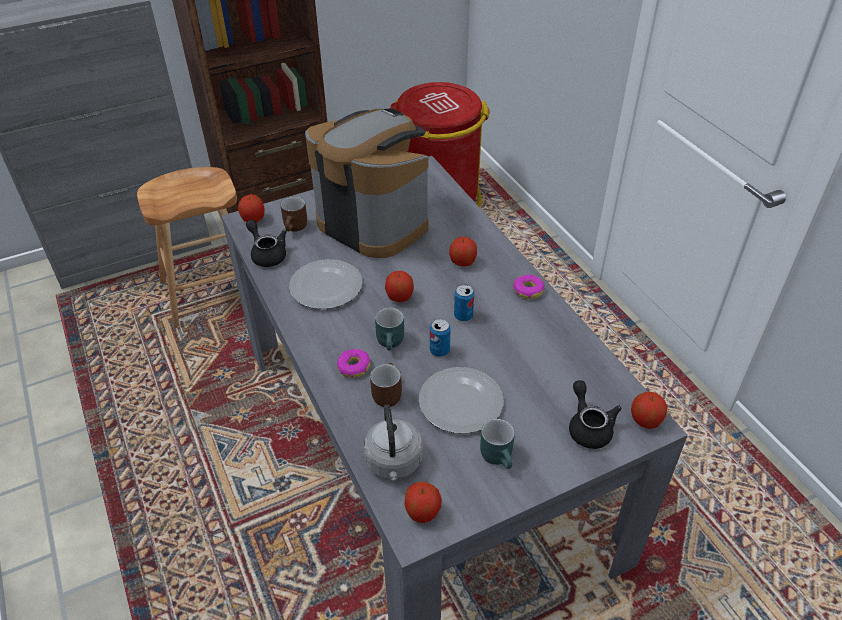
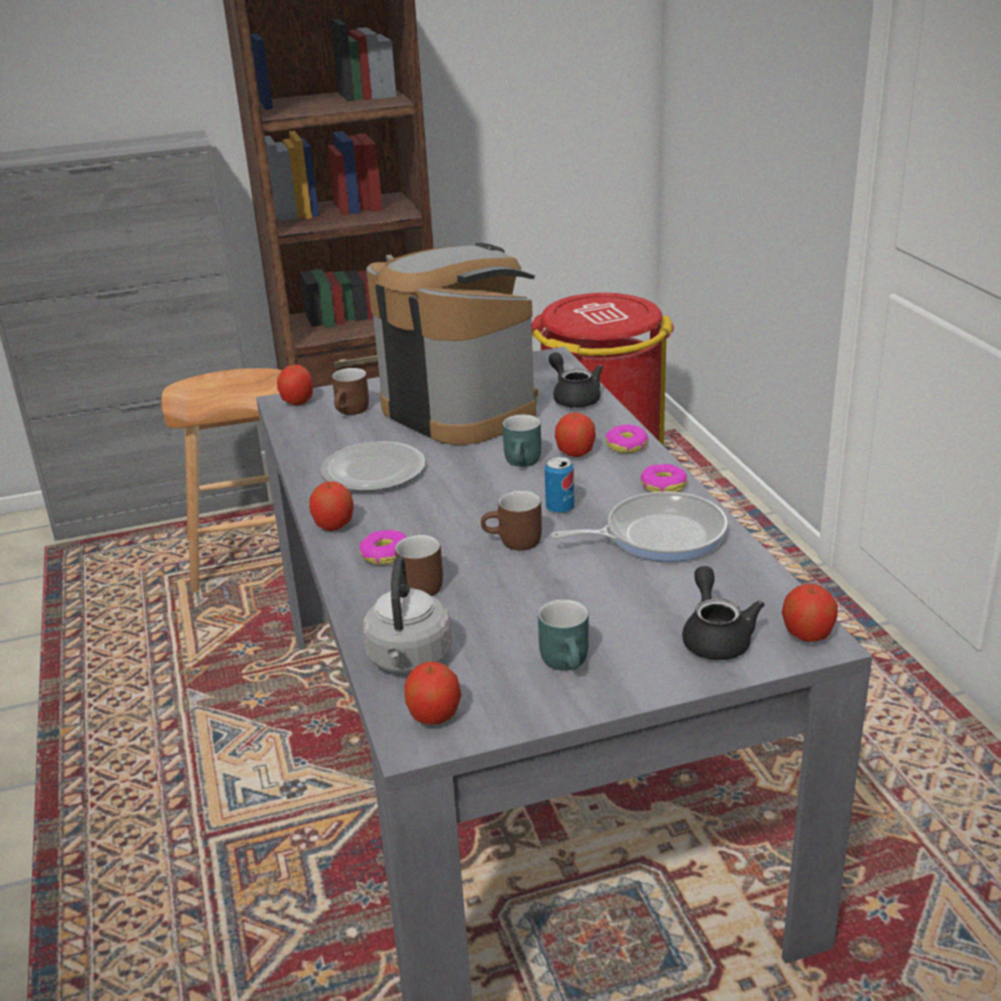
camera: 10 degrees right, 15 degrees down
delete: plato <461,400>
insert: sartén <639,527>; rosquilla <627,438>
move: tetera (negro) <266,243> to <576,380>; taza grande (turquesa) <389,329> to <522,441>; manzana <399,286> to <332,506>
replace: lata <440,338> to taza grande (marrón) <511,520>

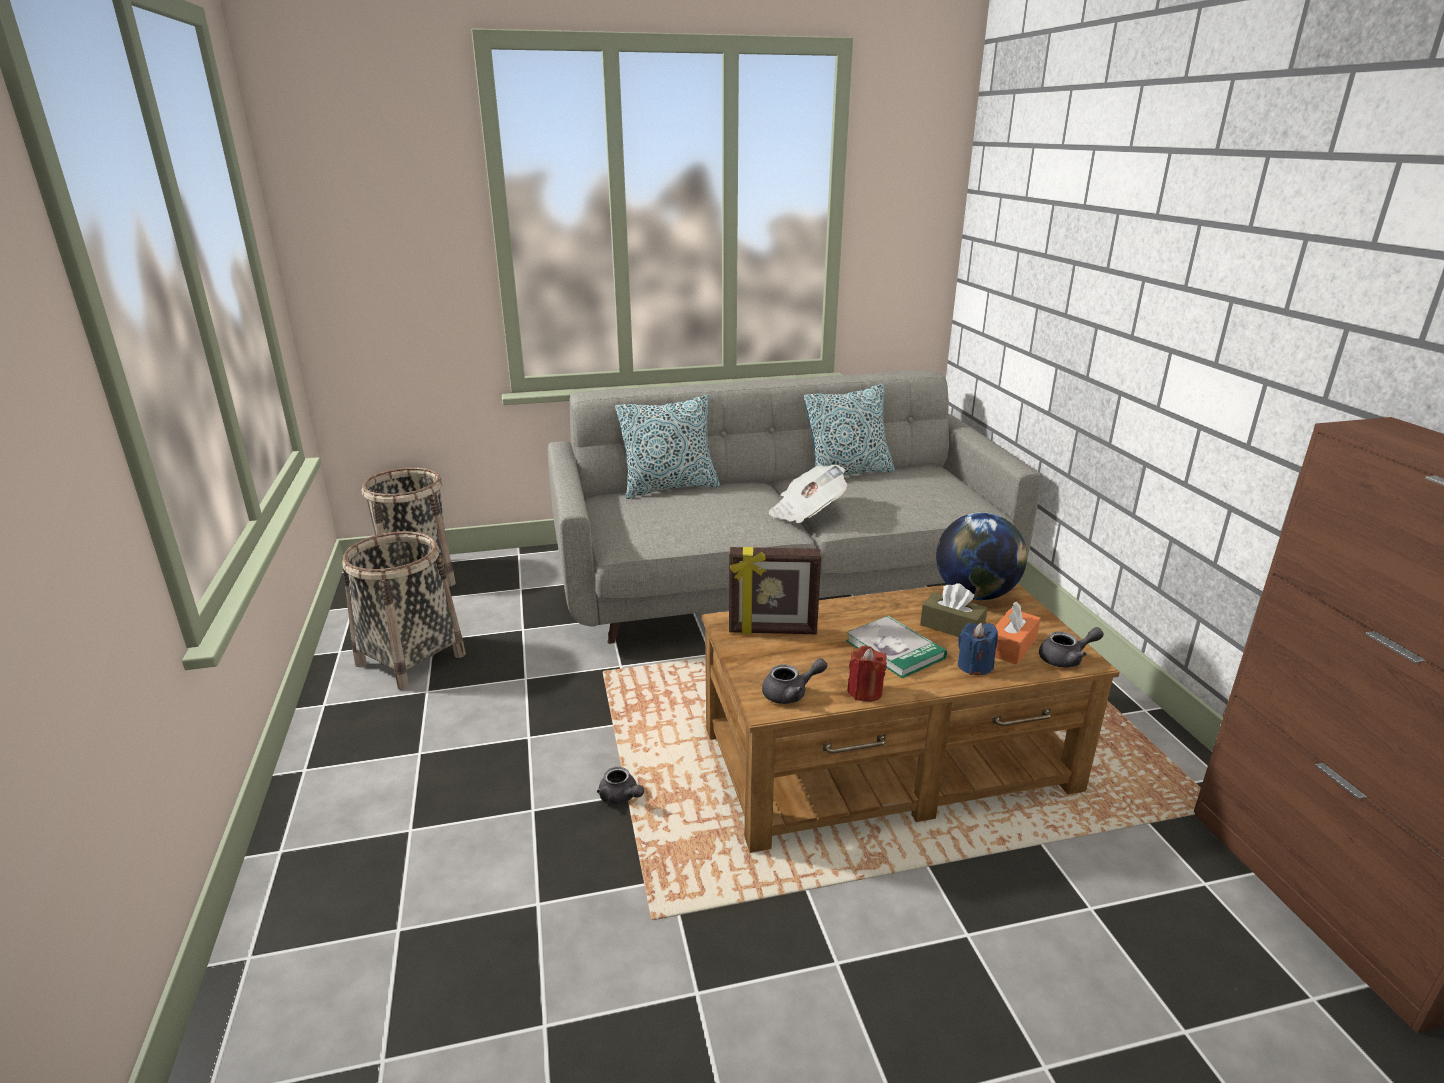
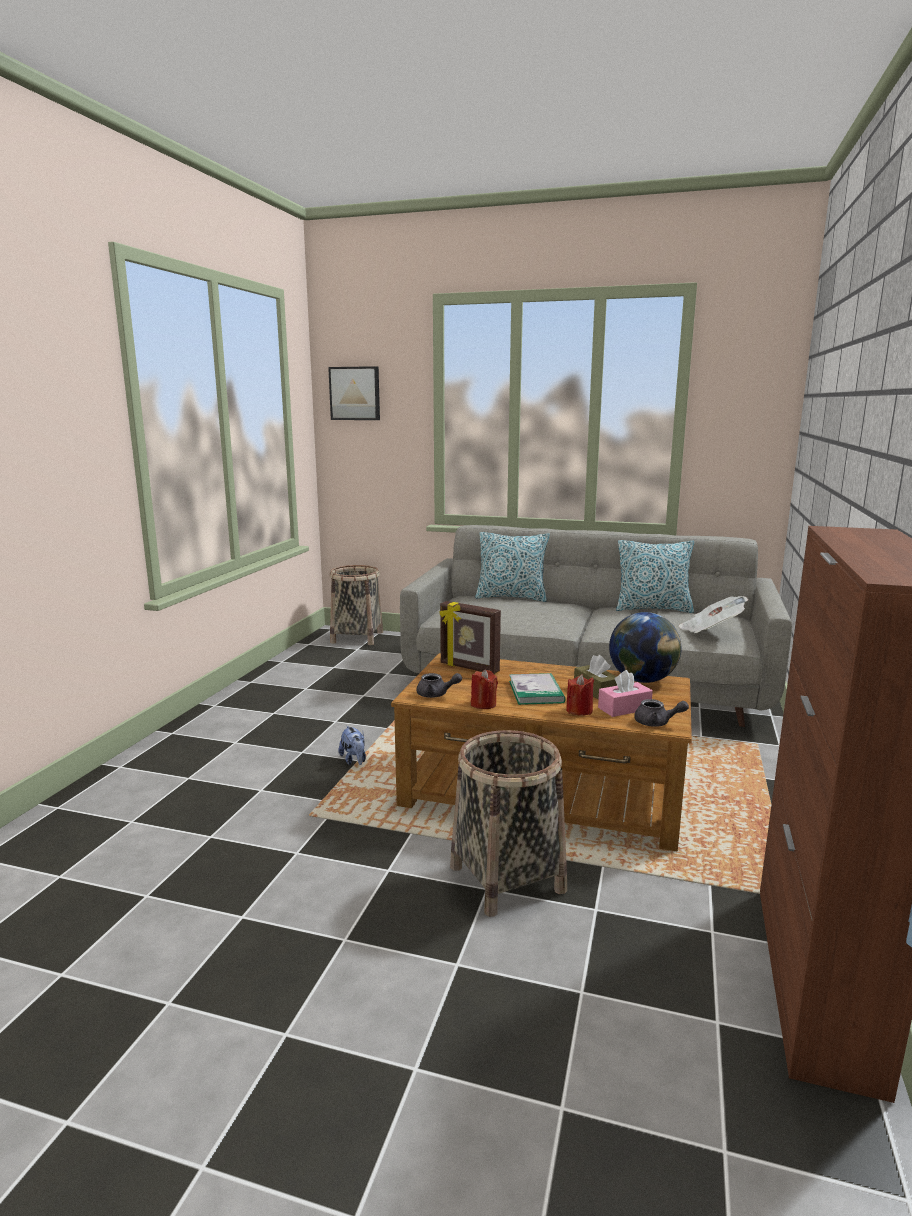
camera: 30 degrees right, 10 degrees down
insert: cuadro <354,393>
move: cesta <404,610> to <508,823>; periódico <808,494> to <713,614>
replace: tetera (gris) <620,785> to peluche <352,745>
recolor: vela (azul) <978,649> to vela (rojo) <580,695>; caja de pañuelos (naranja) <1018,633> to caja de pañuelos (rosa) <625,693>

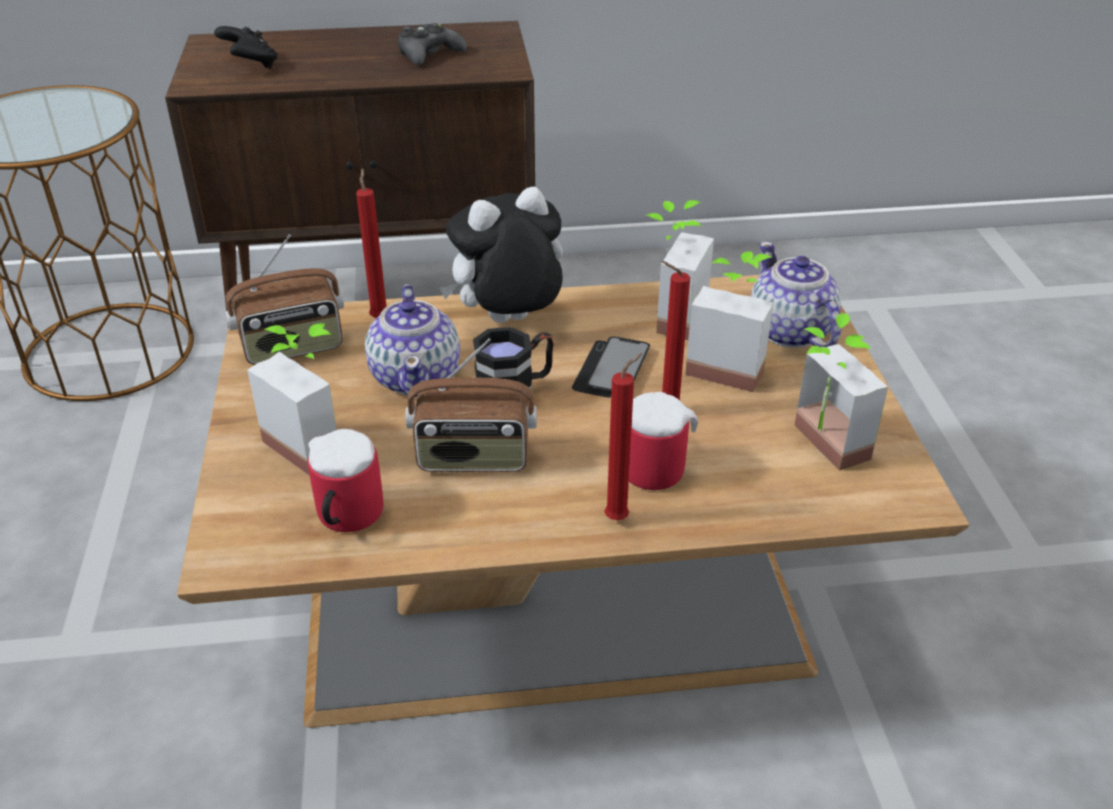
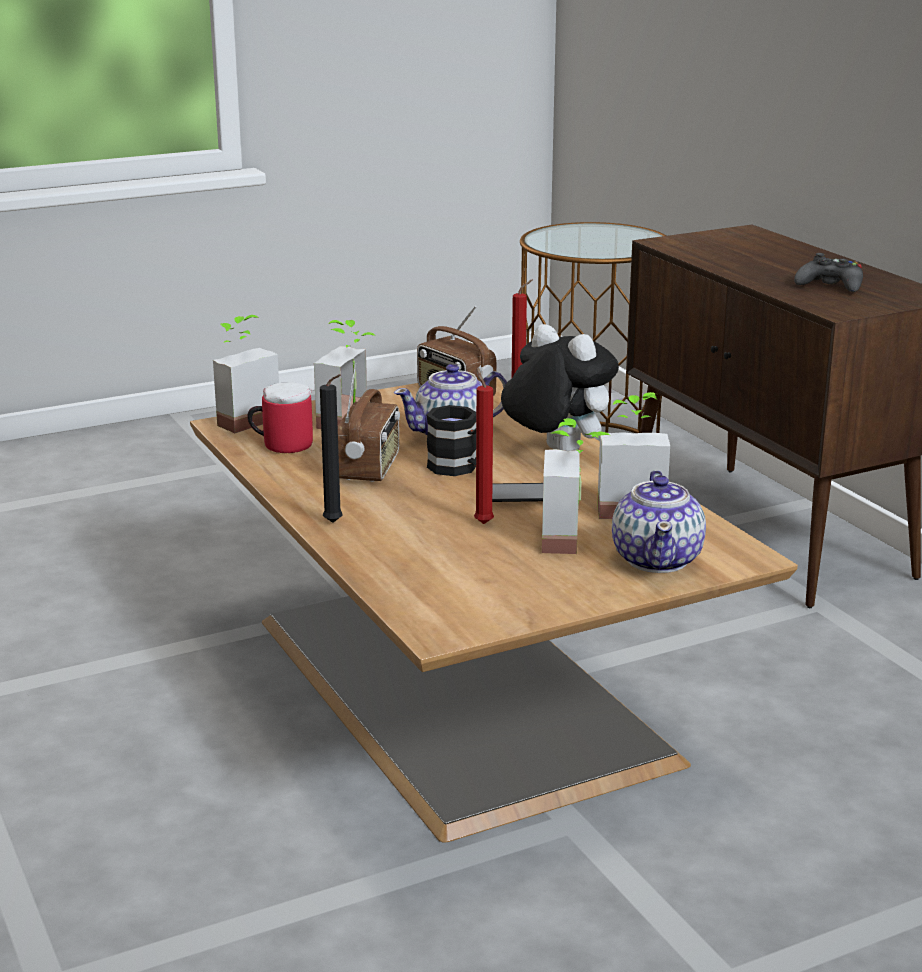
camera: 70 degrees right, 15 degrees down
delete: mando de consola (negro) <246,47>; taza grande <663,441>
move: planta en maceta <841,392> to <246,374>
recolor: vela (rojo) <623,436> to vela (negro) <331,448>
rotate: radio <471,405> = <369,422> 150 degrees counterclockwise; tetera <795,295> = <659,521> 135 degrees clockwise

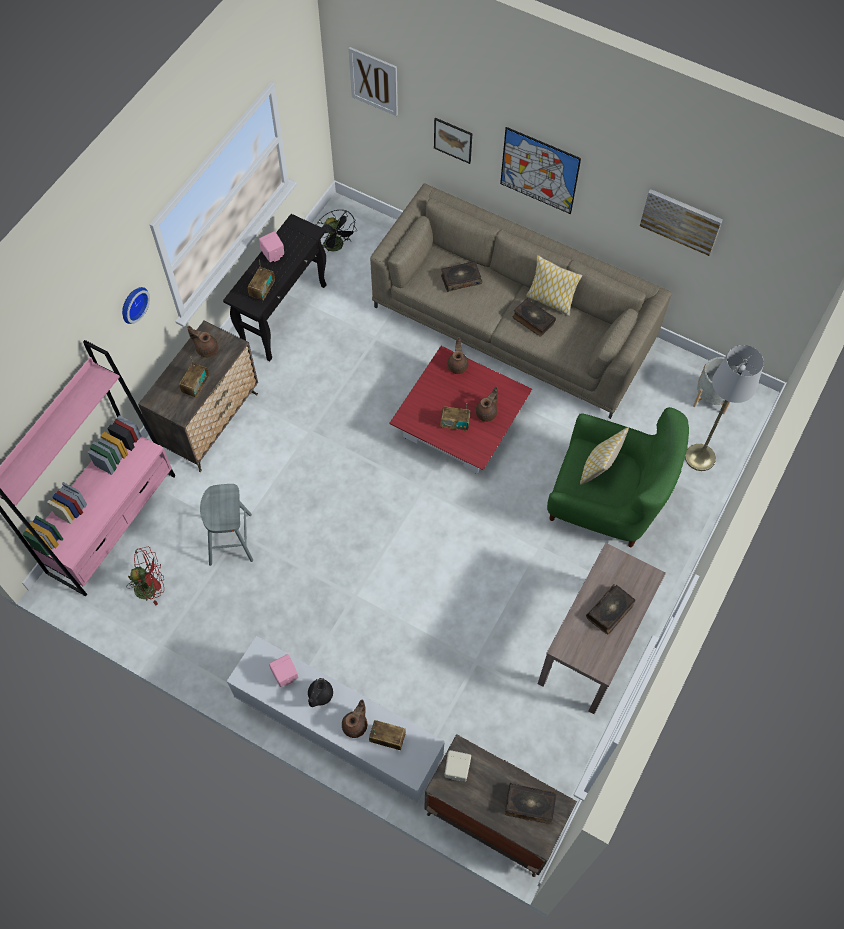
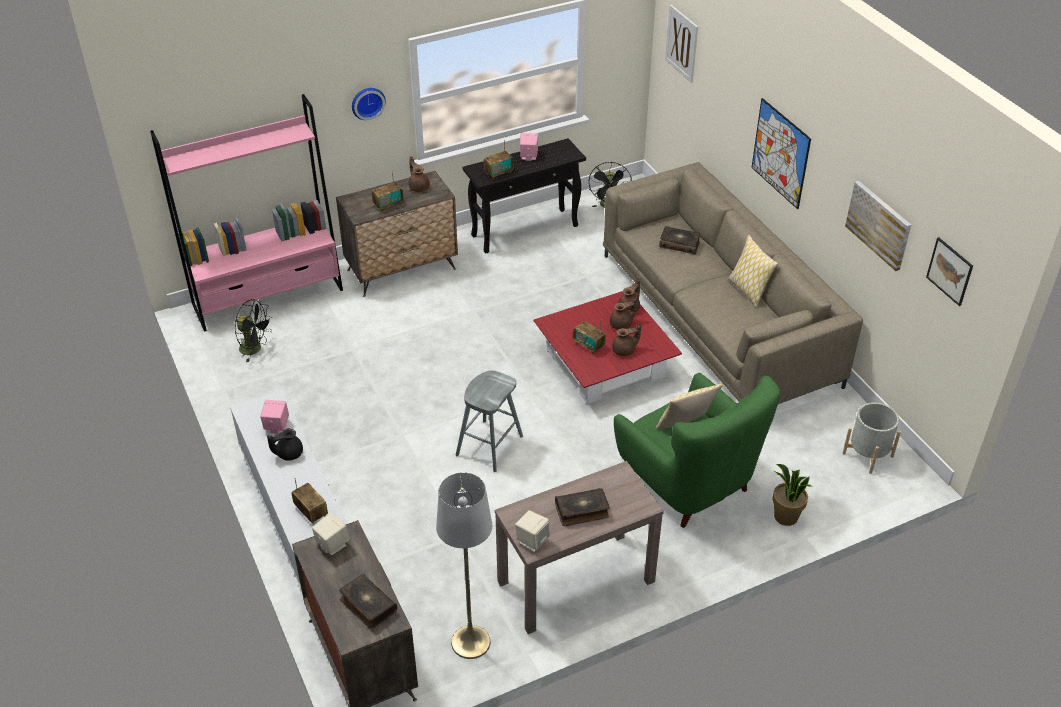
camera: 35 degrees right, 20 degrees down
delete: libro <534,317>
insert: altavoz (beis) <532,531>; planta en maceta <792,495>
move: taburete (gris) <226,525> to <489,421>; tetera (marrón) <354,719> to <623,313>; cuadro <453,141> to <949,271>; lámpara de pie (gris) <724,408> to <464,565>
recolor: ventilador (rojo) <145,576> to ventilador (negro) <254,330>

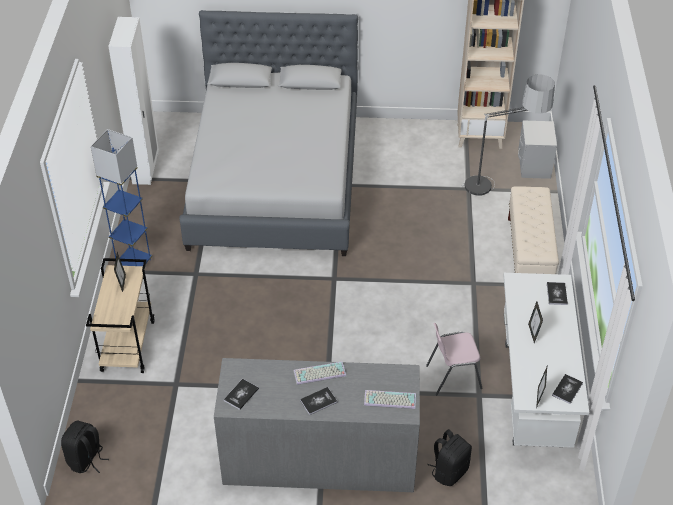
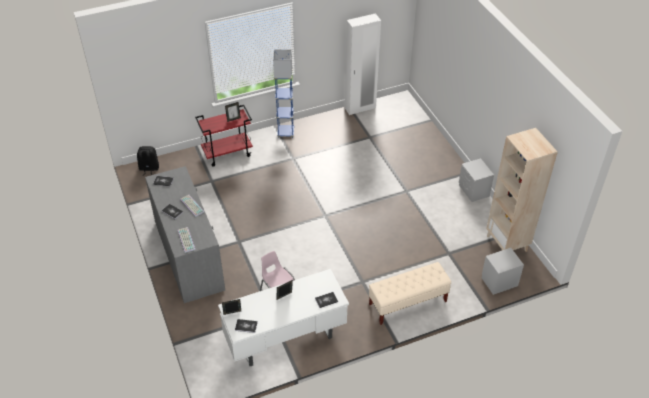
camera: 65 degrees right, 0 degrees up
delete: cama (gris) <268,133>; mochila (negro) <449,457>; lámpara de pie <508,135>
insert: mesita de noche (gris) <476,180>
recolor: carrito (beis) <120,315> to carrito (rojo) <224,135>

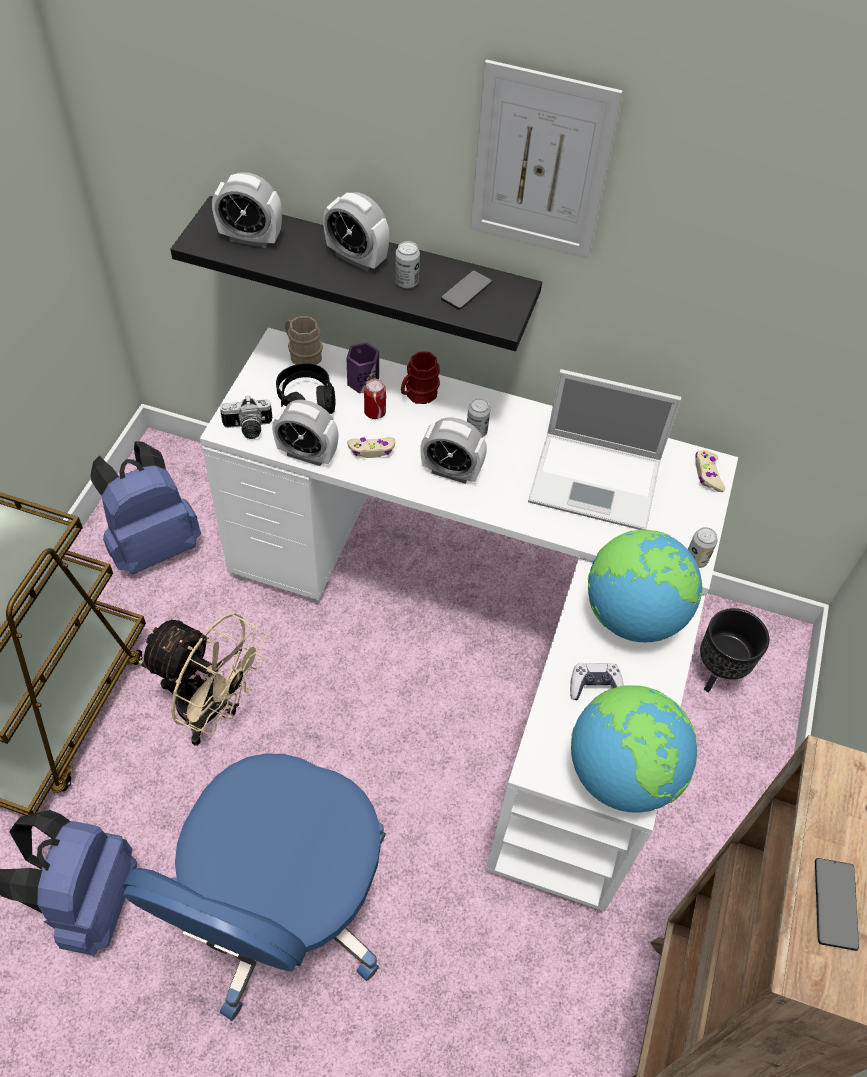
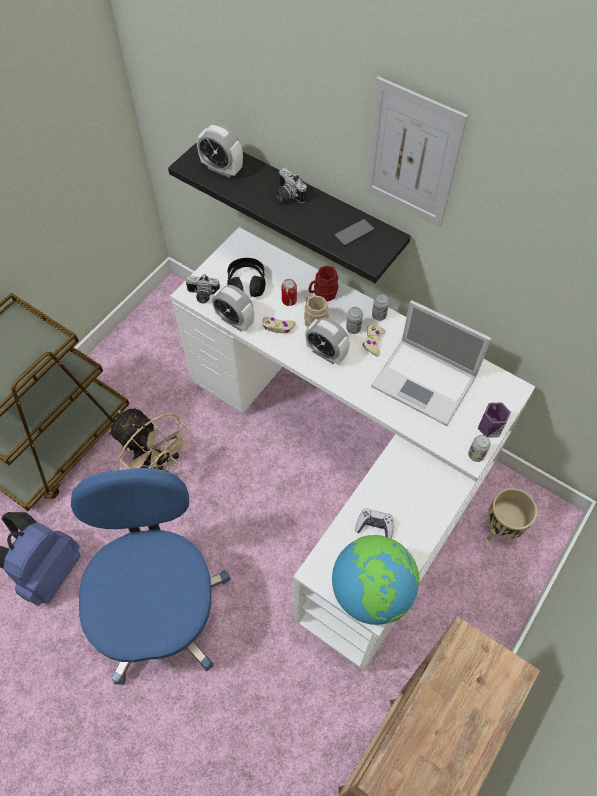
camera: 20 degrees right, 5 degrees up
delete: mochila (azul) <146,507>; globo terráqueo <645,586>; móvil <837,904>
move: taza grande (beis) <304,340> to <316,311>; taza grande (morado) <363,368> to <494,420>; lata <407,264> to <380,307>; mando de consola (beis) <710,471> to <374,340>
replace: despertador <356,231> to cámara <291,185>
recolor: maceta (negro) <735,650> to maceta (beis) <512,514>
rotate: silla de oficina (azul) <254,887> = <151,576> 135 degrees clockwise

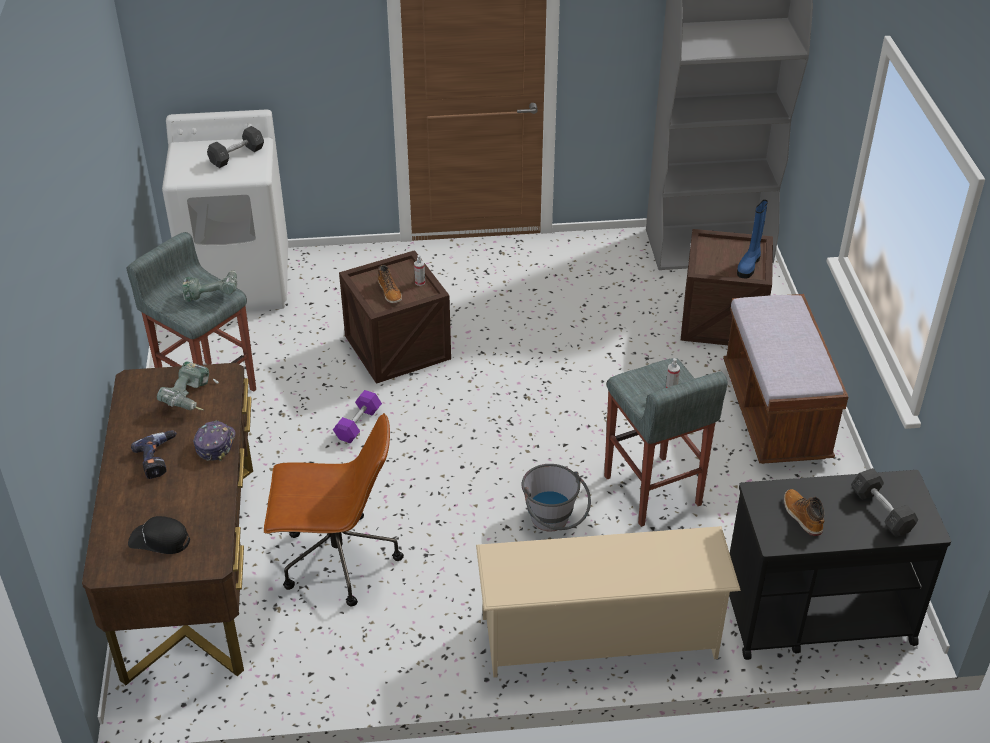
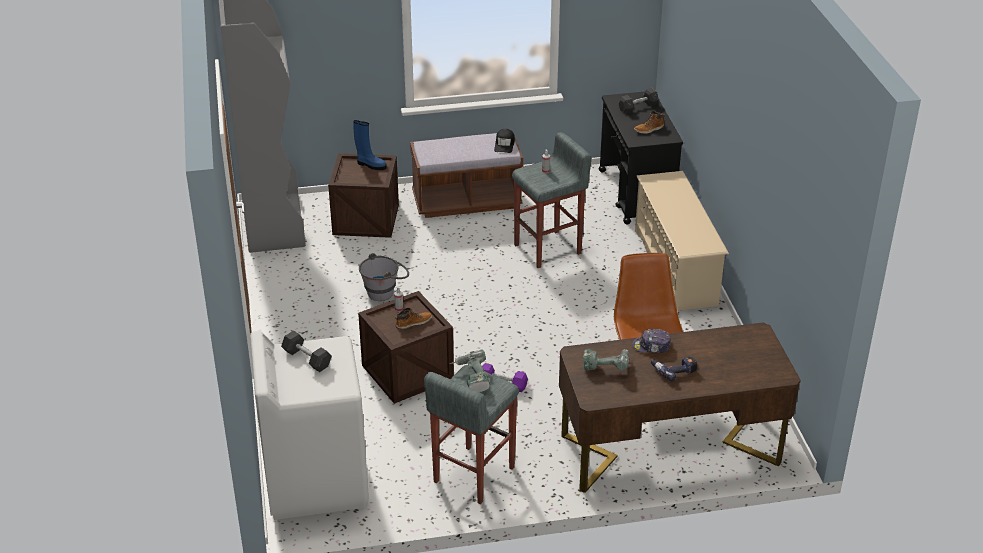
camera: 95 degrees left, 5 degrees down
move: gorra (negro) <159,535> to <504,141>; cubo (gris) <556,498> to <384,277>

